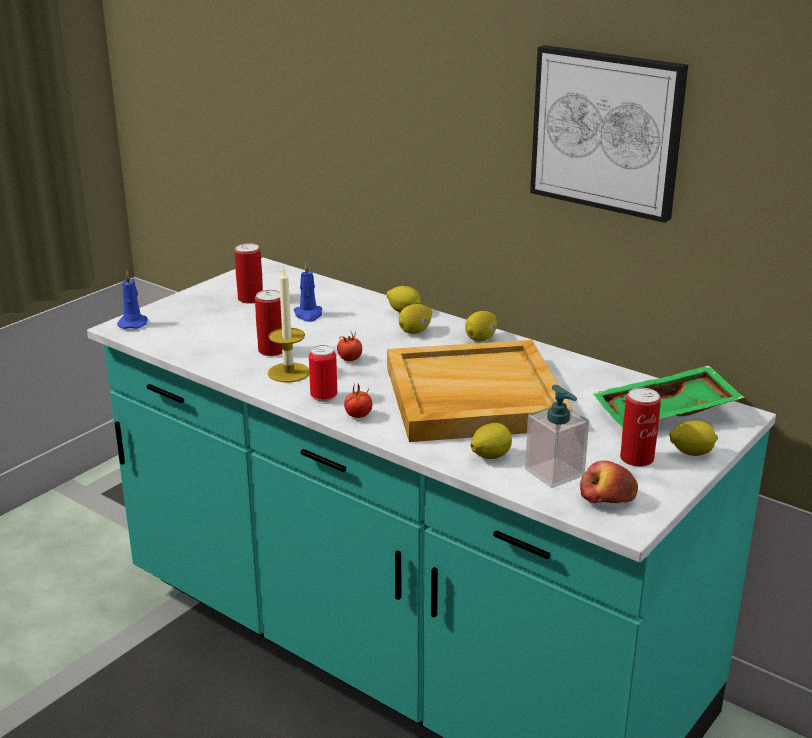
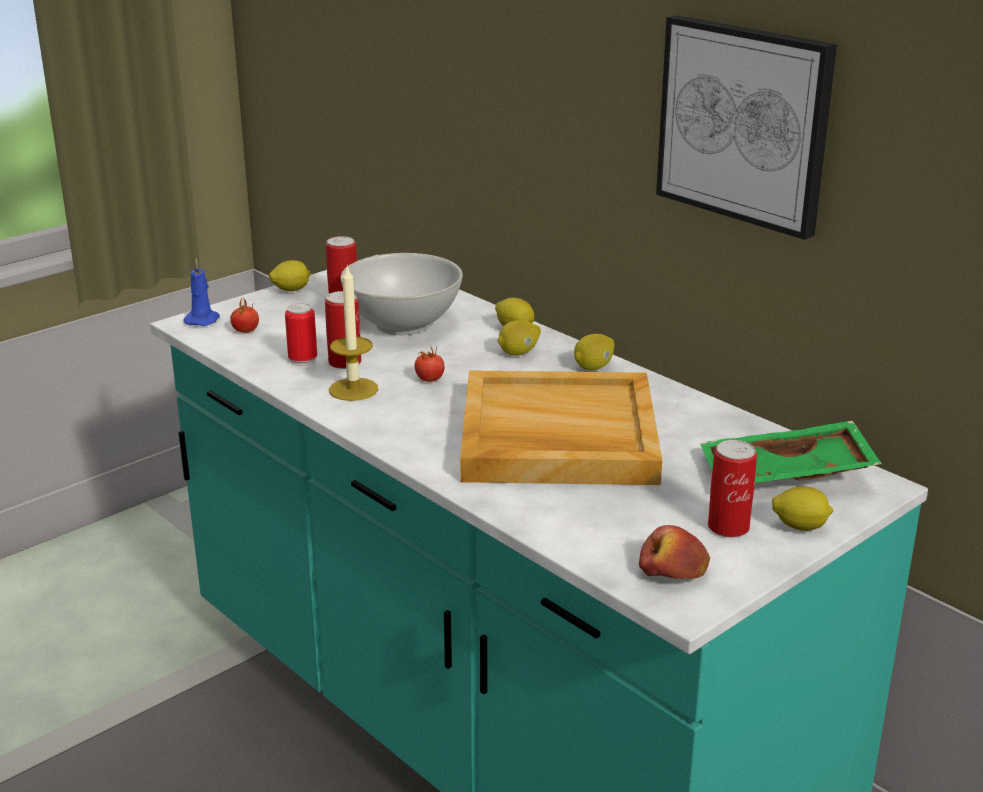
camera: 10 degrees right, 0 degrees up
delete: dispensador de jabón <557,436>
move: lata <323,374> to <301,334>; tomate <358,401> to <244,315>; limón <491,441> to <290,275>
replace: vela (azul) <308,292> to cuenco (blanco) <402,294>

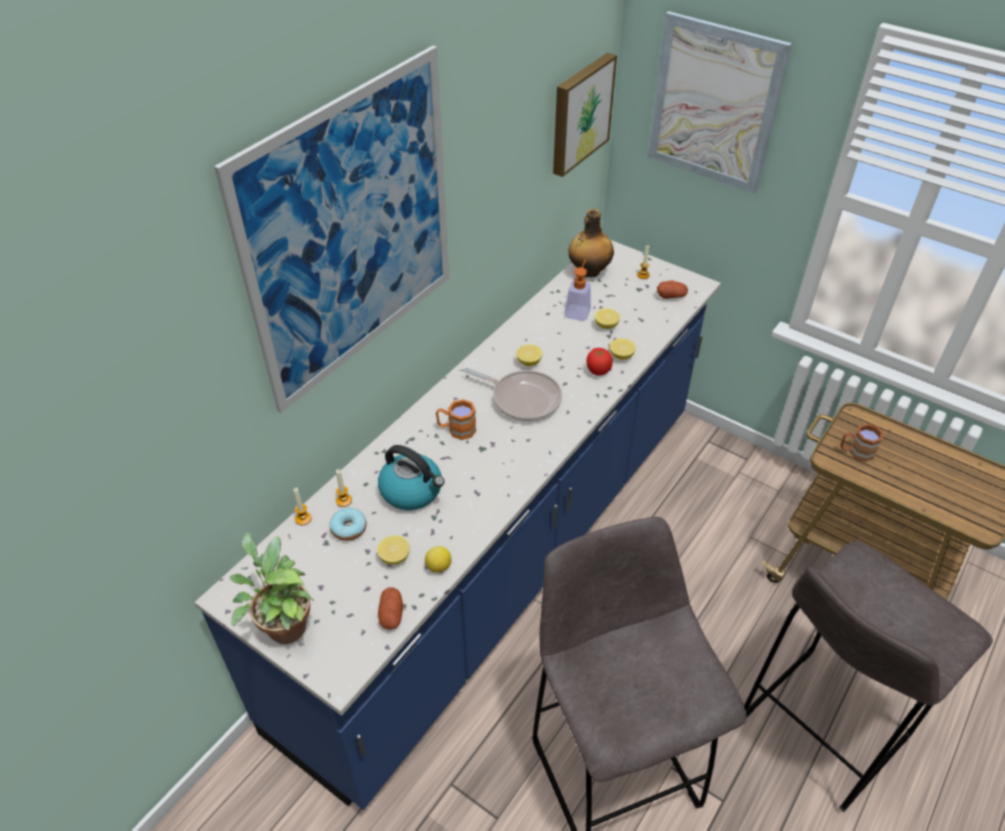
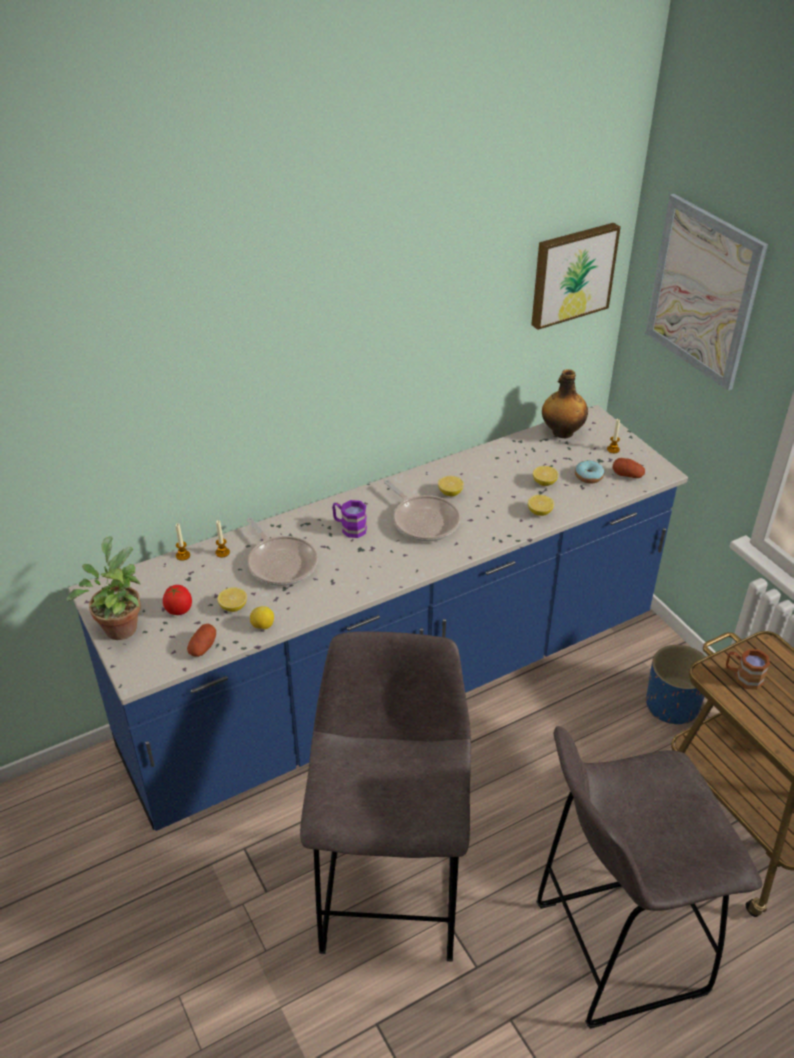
camera: 25 degrees right, 5 degrees down
delete: cuadro <331,229>; dispensador de jabón <577,290>
insert: maceta (azul) <676,684>
move: rosquilla <348,524> to <589,471>; tomate <599,362> to <177,600>
replace: hervidor <411,477> to sartén <282,552>
recolor: taza grande (naranja) <456,419> to taza grande (morado) <349,519>

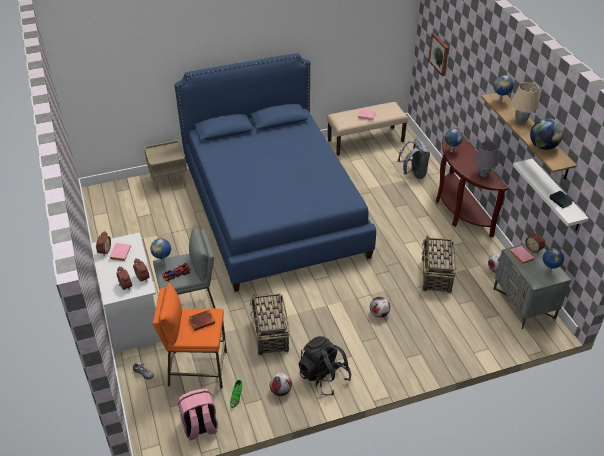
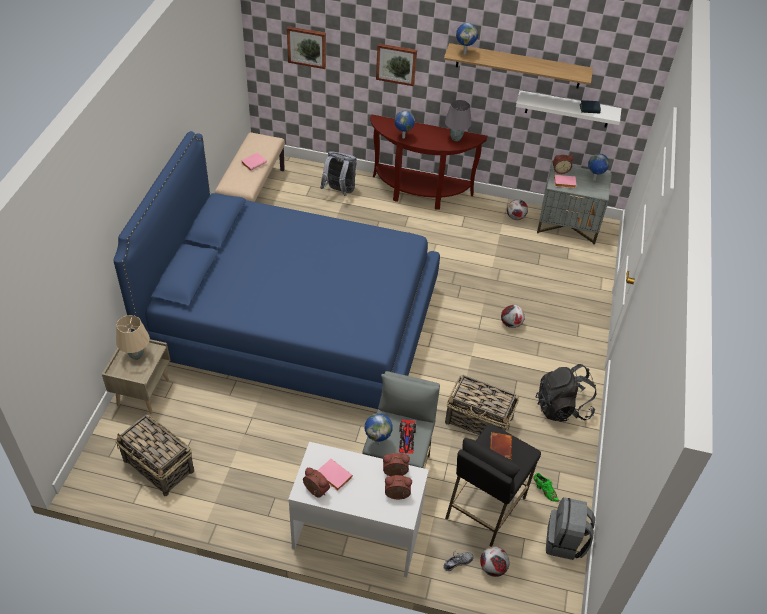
camera: 60 degrees left, 5 degrees up
delete: globo terráqueo <546,134>
insert: cuadro <396,64>
move: balón de fútbol <281,384> to <494,561>; cesta <439,264> to <154,455>; lámpara de mesa (beis) <525,103> to <133,337>
recolor: taburete (naranja) <190,336> to taburete (negro) <493,485>; mochila (rosa) <198,414> to mochila (gris) <570,528>

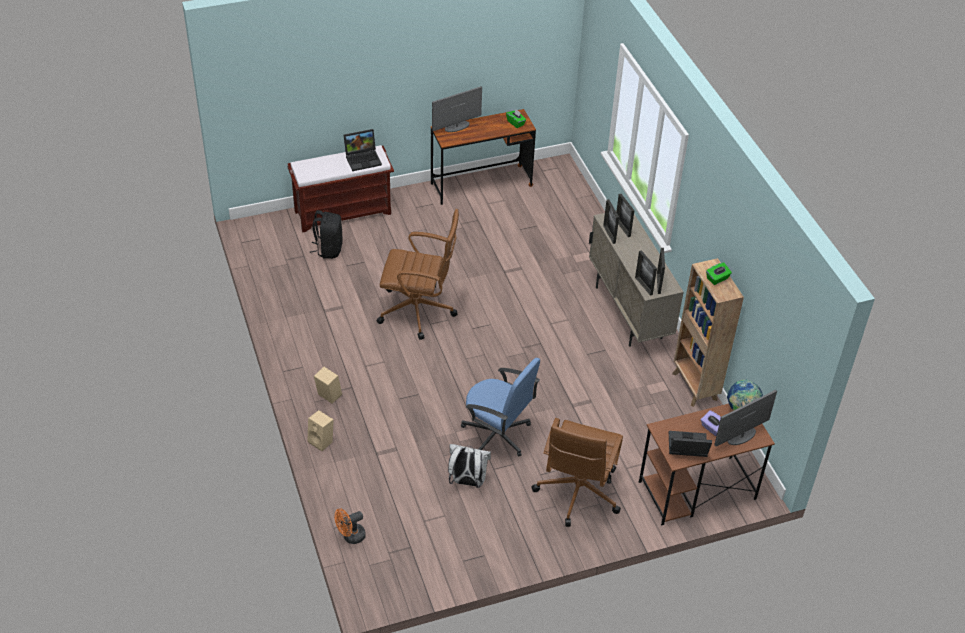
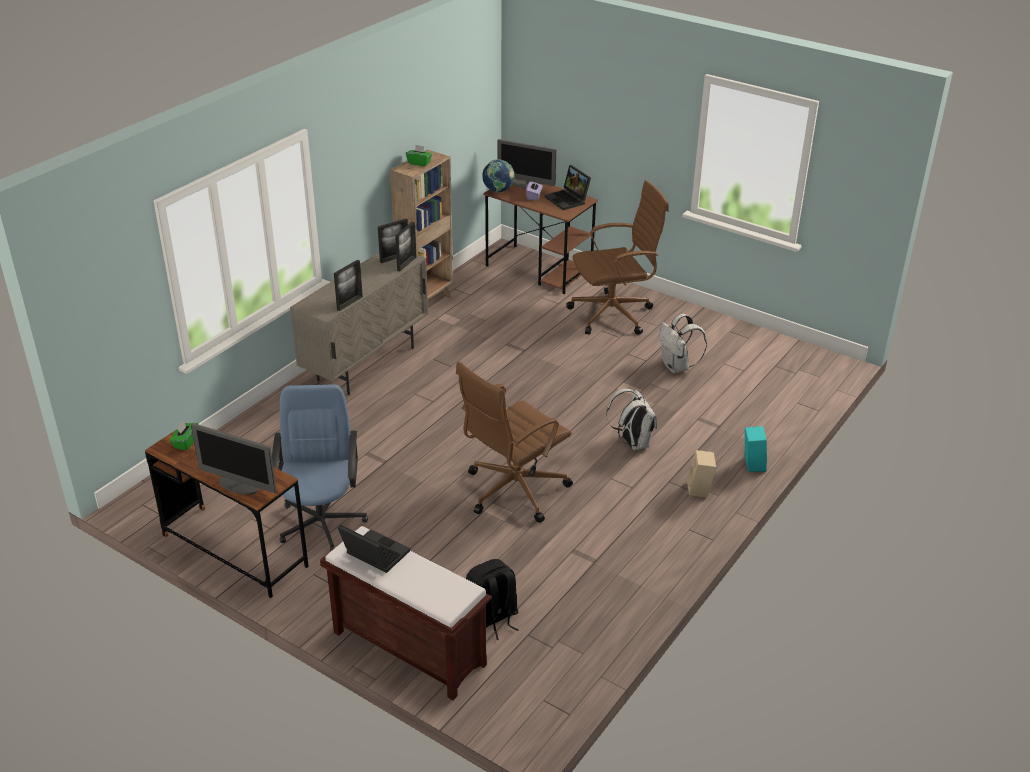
camera: 125 degrees left, 10 degrees down
delete: ventilador (naranja) <350,526>; portarretratos <625,215>
insert: mochila (blanco) <631,419>
move: silla de oficina (azul) <500,407> to <320,467>
recolor: altavoz (beis) <321,430> to altavoz (turquesa) <756,449>
rotate: silla de oficina (marrón) <418,274> = <514,442> 105 degrees counterclockwise

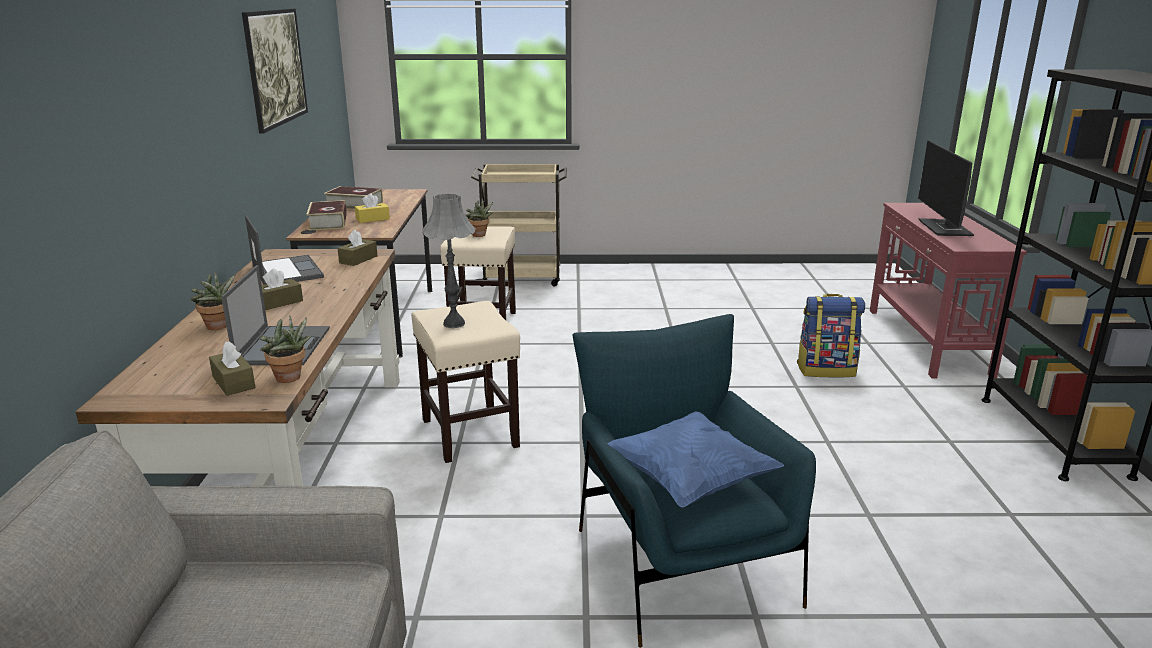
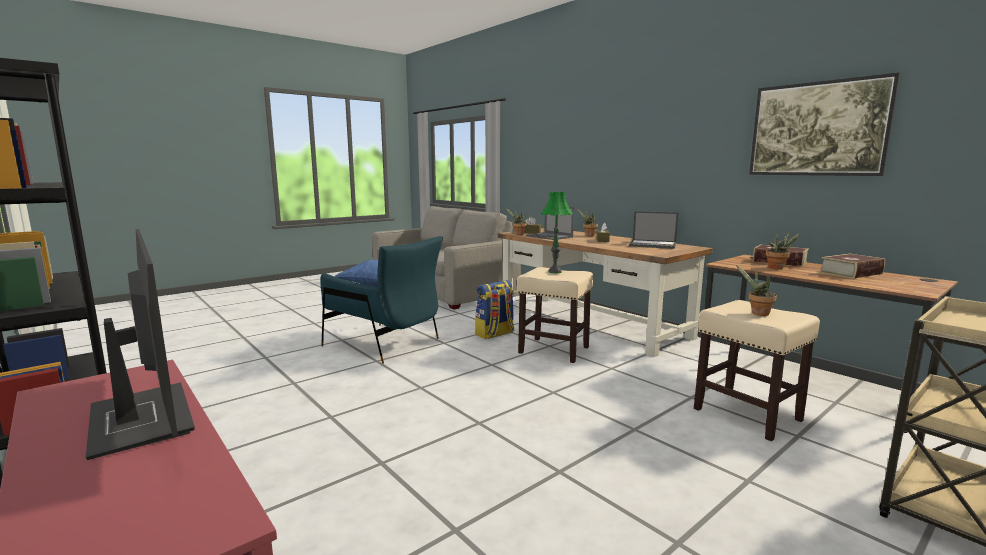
camera: 140 degrees right, 10 degrees down
delete: caja de pañuelos (marrón) <358,248>
move: mochila <831,336> to <494,309>
replace: caja de pañuelos (amarillo) <372,208> to planta en maceta <784,250>
recolor: lámpara de mesa (gris) <449,261> to lámpara de mesa (verde) <557,232>

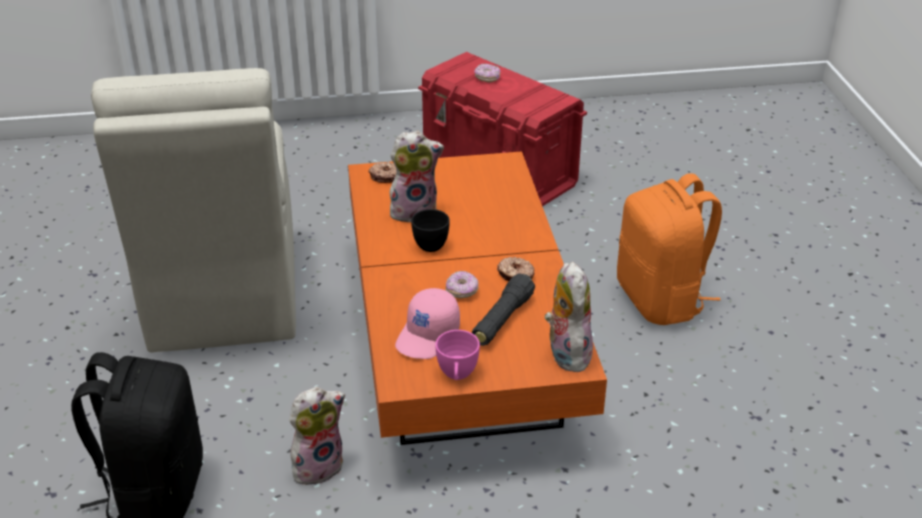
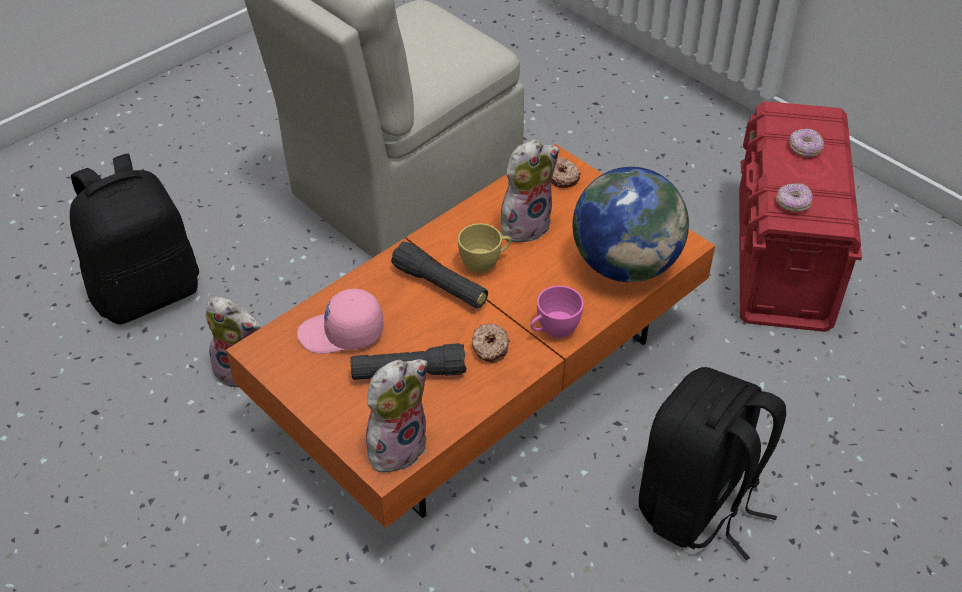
camera: 55 degrees right, 10 degrees up
insert: linterna (negro) <439,275>; globo terráqueo <631,224>
move: taza (rosa) <457,355> to <557,312>; rosquilla <462,285> to <794,197>
recolor: taza (negro) <430,230> to taza (amarillo) <484,248>; mochila (naranja) <669,249> to mochila (negro) <712,463>
rotate: peluche <416,176> = <530,191> 75 degrees counterclockwise

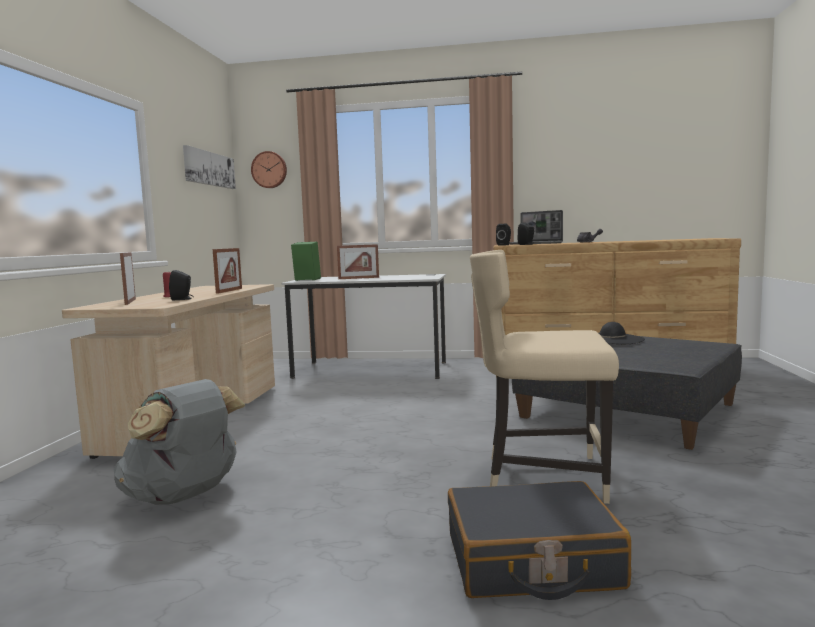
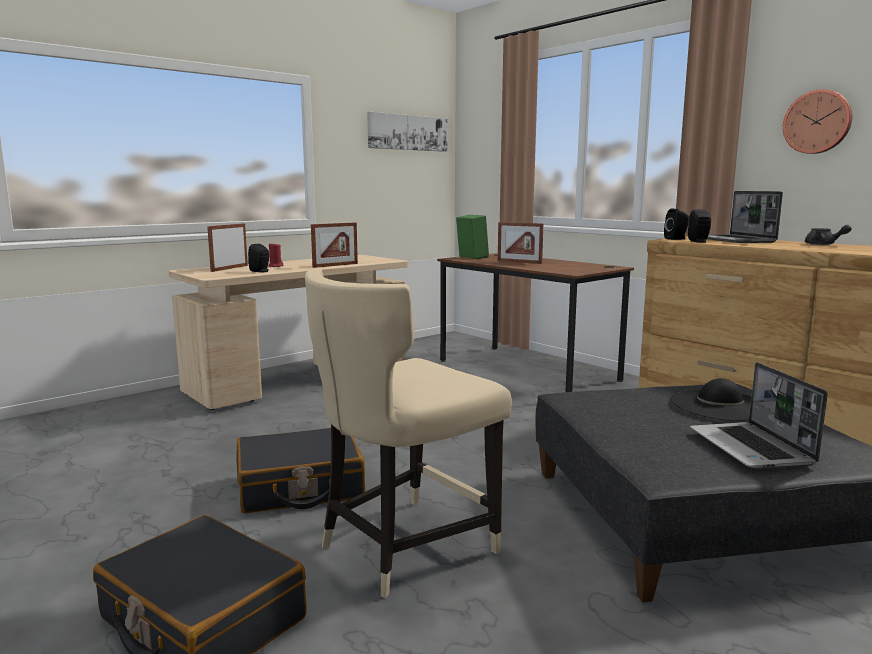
camera: 40 degrees right, 5 degrees up
delete: mochila (gris) <179,442>
insert: maleta (negro) <300,470>; portátil <759,415>
move: reloj de pared <269,169> to <817,121>
recolor: escritorio (blanco) <364,326> to escritorio (marrón) <535,322>
rotate: silla (beis) <544,377> = <408,433> 90 degrees counterclockwise

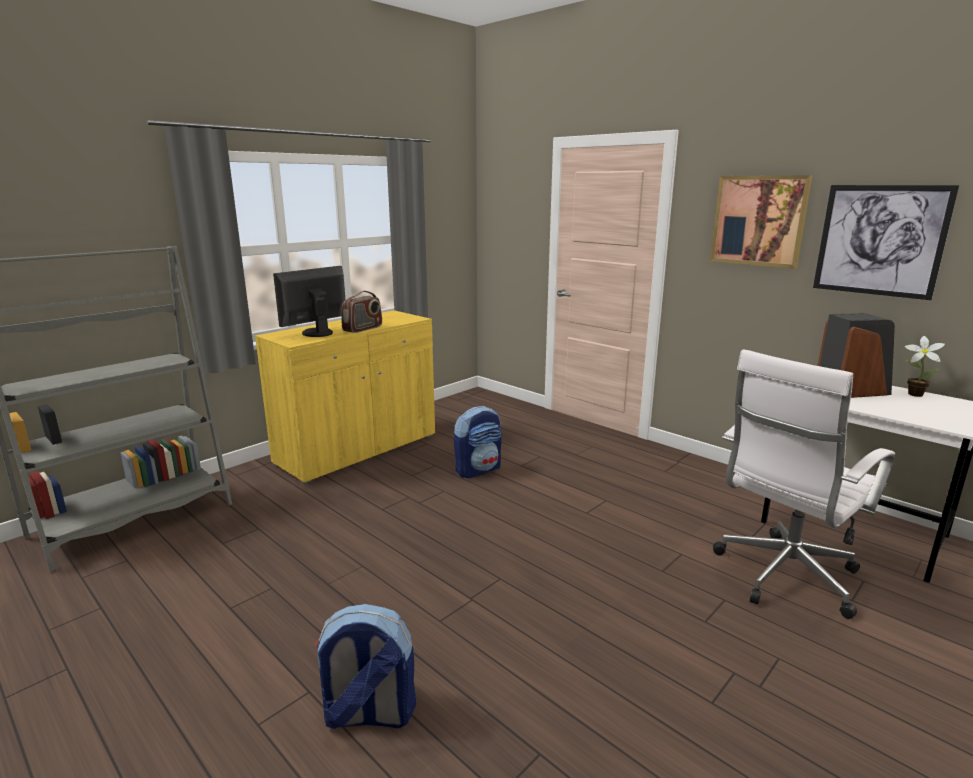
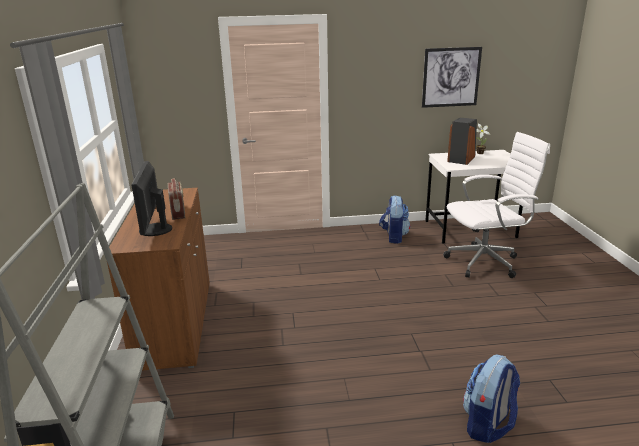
camera: 50 degrees left, 5 degrees up
delete: cuadro <761,222>
move: mochila <478,442> to <394,219>
recolor: armario (amarillo) <345,397> to armario (marrón) <158,279>
rotate: silla de oficina (blanco) <804,484> = <496,205> 105 degrees counterclockwise

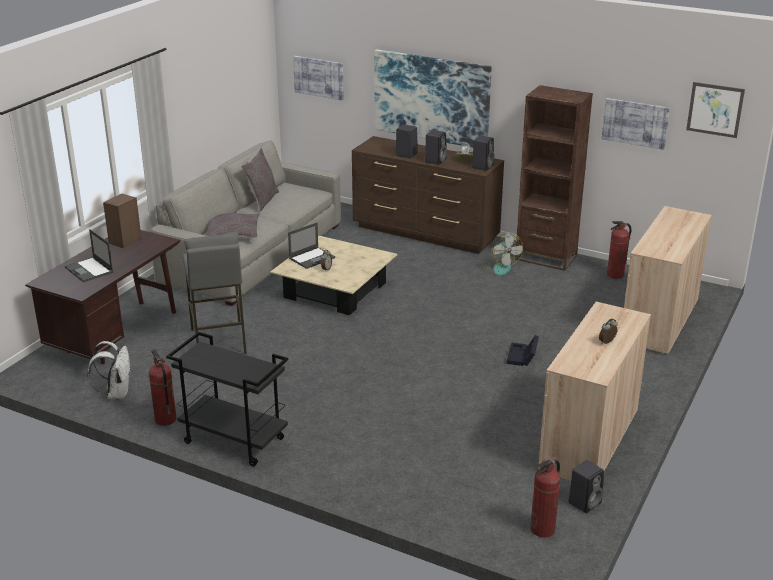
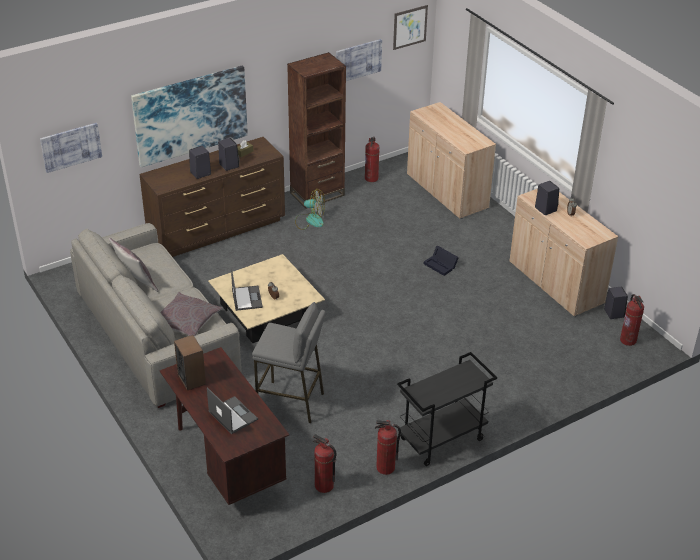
camera: 60 degrees left, 10 degrees up
move: altavoz (negro) <483,153> to <547,198>
replace: mochila (blanco) <109,370> to extintor <324,463>
rotate: portátil <89,255> = <232,410> 120 degrees counterclockwise

